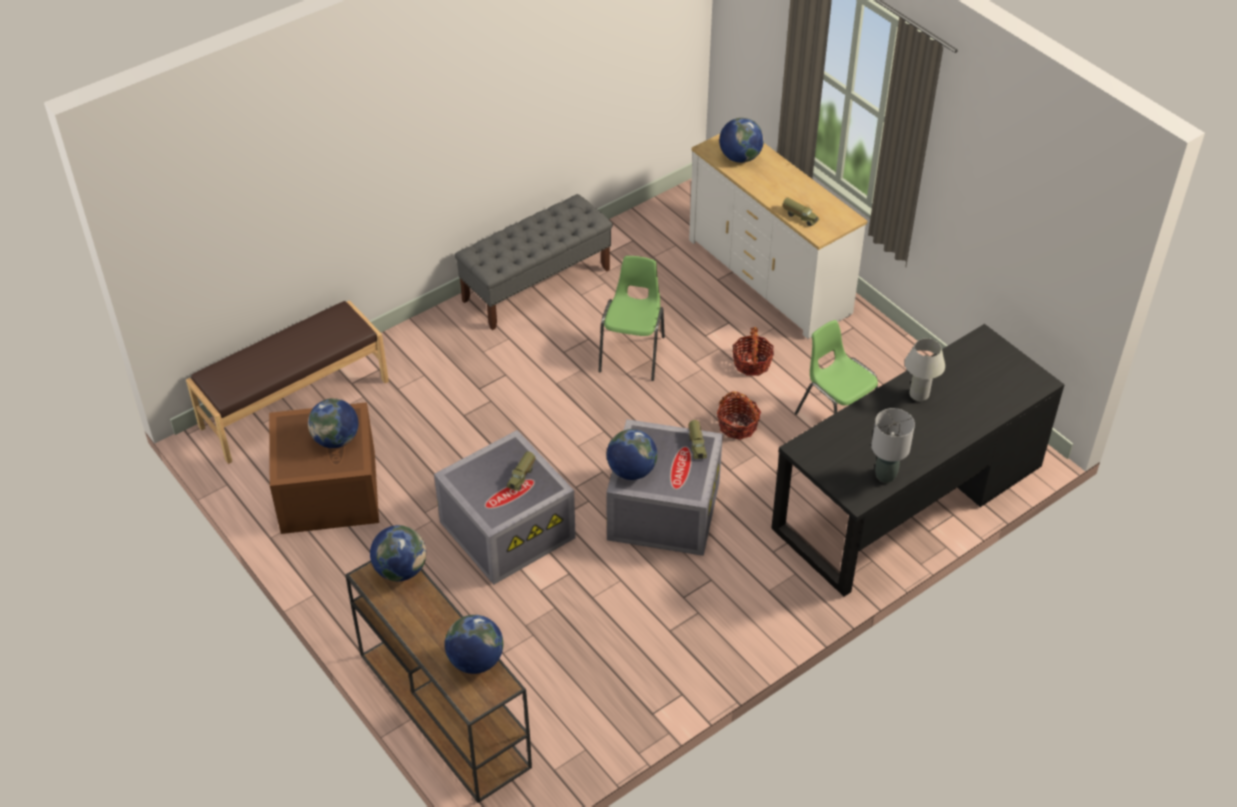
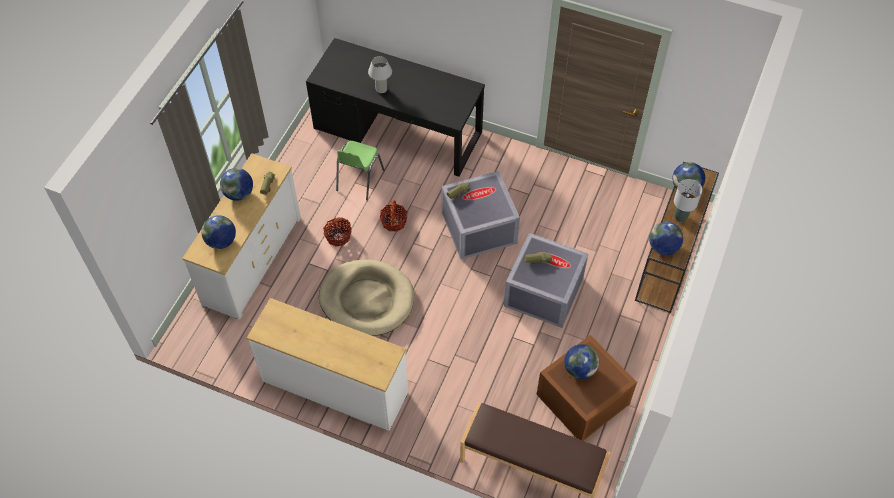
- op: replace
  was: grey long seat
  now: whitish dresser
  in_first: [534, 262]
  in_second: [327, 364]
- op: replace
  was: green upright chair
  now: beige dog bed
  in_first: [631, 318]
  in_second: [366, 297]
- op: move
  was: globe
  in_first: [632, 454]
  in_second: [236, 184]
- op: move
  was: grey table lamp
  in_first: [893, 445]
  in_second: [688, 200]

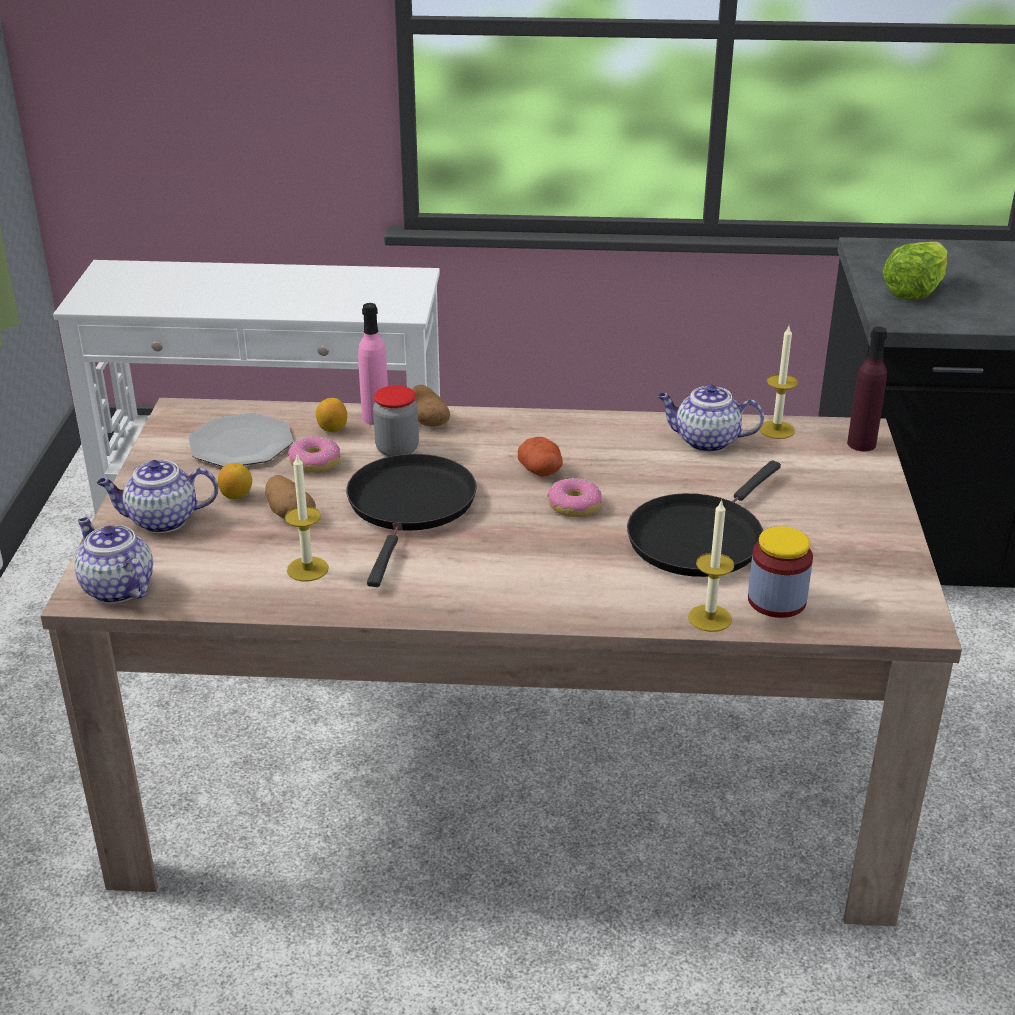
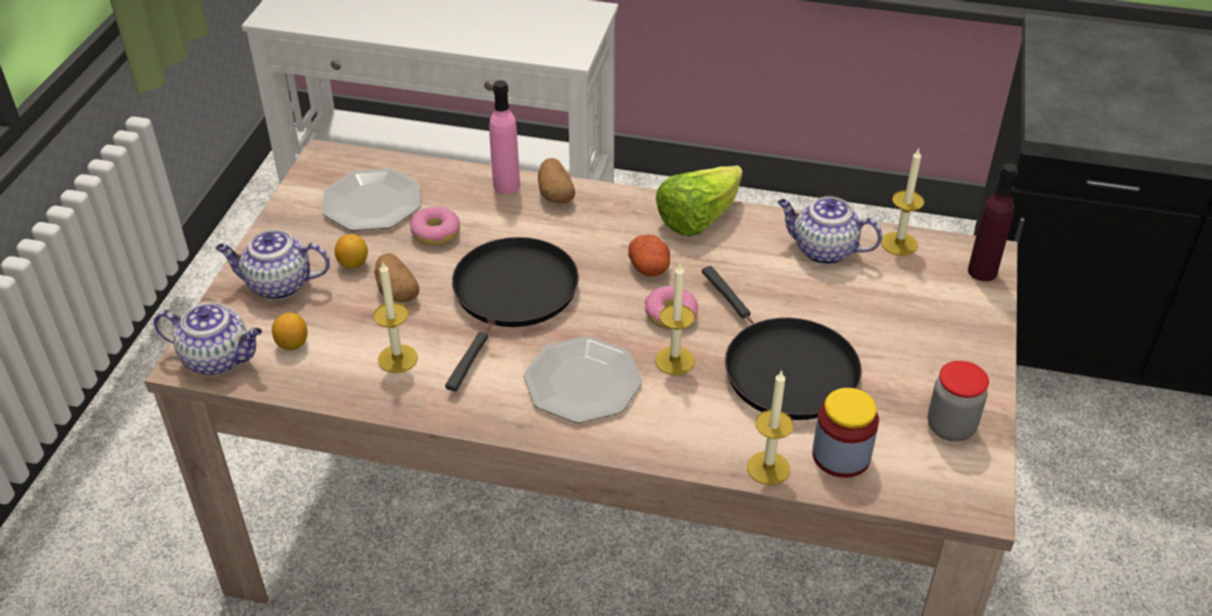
- op: rotate
  was: tea pot
  in_first: [114, 560]
  in_second: [208, 338]
  clockwise: 135
- op: move
  was: lemon
  in_first: [331, 415]
  in_second: [289, 331]
- op: move
  was: storage jar
  in_first: [396, 421]
  in_second: [958, 401]
- op: rotate
  was: blackish pan
  in_first: [704, 519]
  in_second: [782, 343]
  clockwise: -75
- op: move
  was: lettuce head
  in_first: [914, 271]
  in_second: [699, 201]
- op: insert
  now: plate
  in_second: [583, 379]
- op: insert
  now: wax light
  in_second: [675, 319]

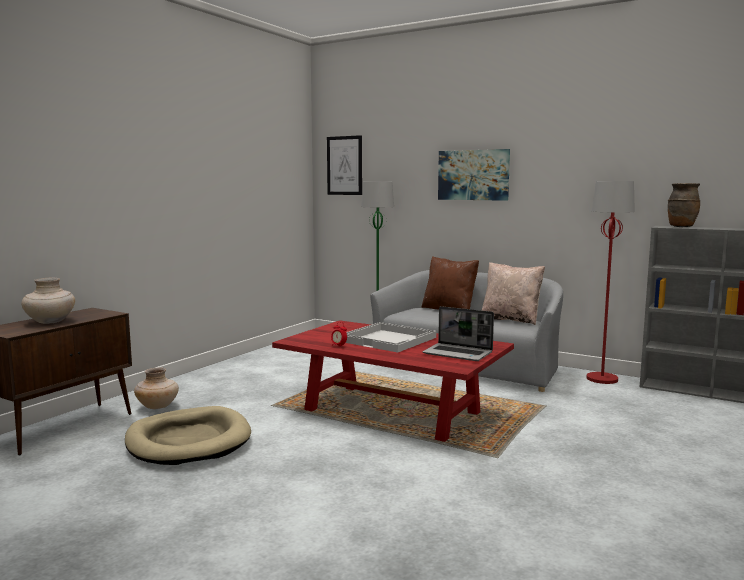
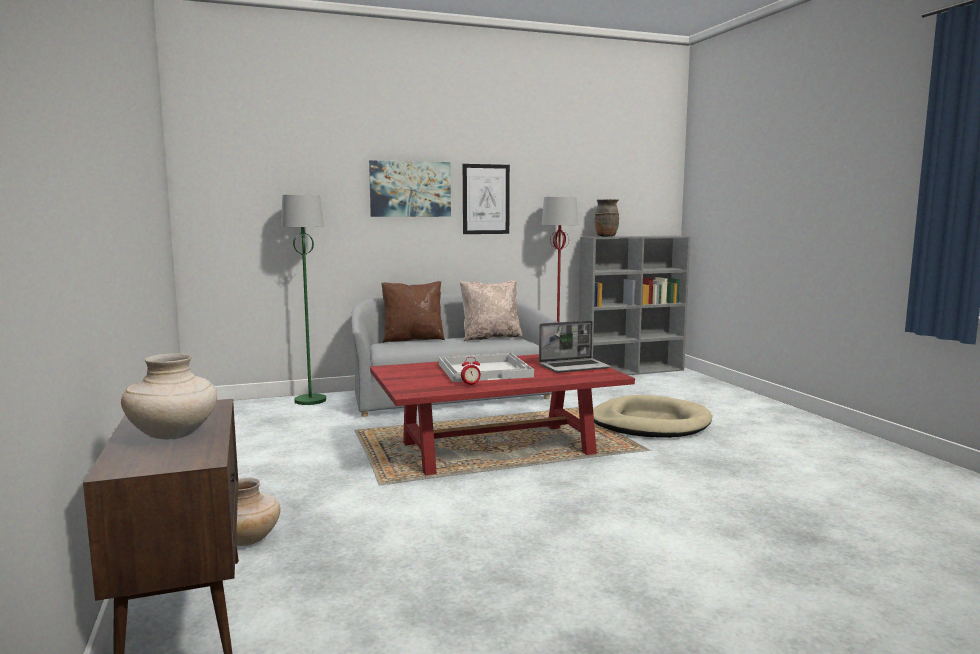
- op: move
  was: beige dog bed
  in_first: [188, 435]
  in_second: [652, 416]
- op: move
  was: wall picture
  in_first: [344, 165]
  in_second: [486, 199]

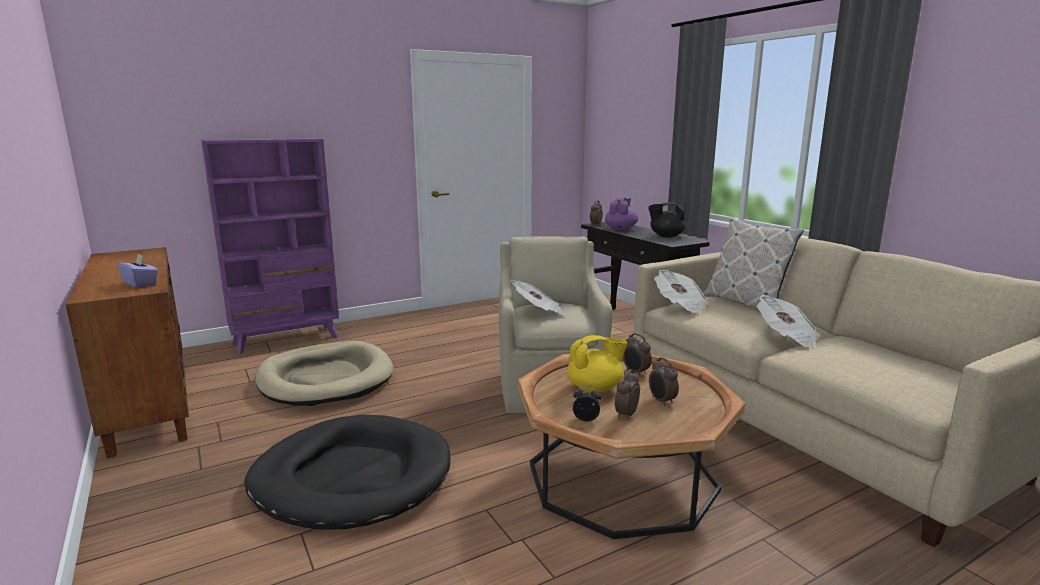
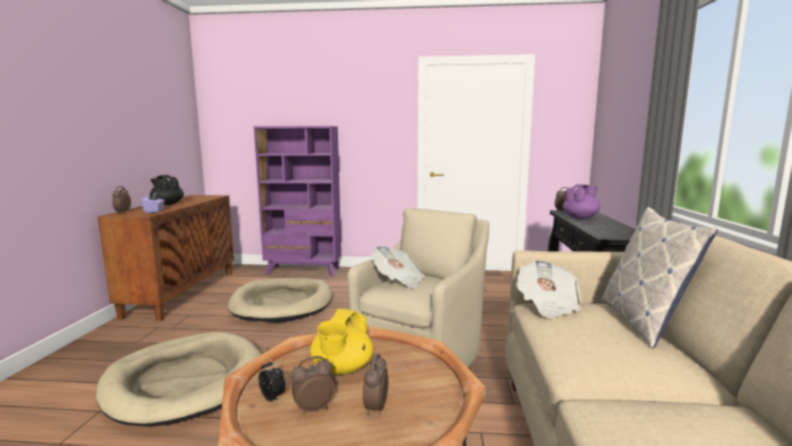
- op: recolor
  was: blackish dog bed
  now: beige dog bed
  in_first: [347, 472]
  in_second: [178, 379]
- op: rotate
  was: yellow tea pot
  in_first: [597, 364]
  in_second: [341, 342]
  clockwise: 90
- op: move
  was: bedside clock
  in_first: [637, 355]
  in_second: [121, 200]
- op: move
  was: blackish tea pot
  in_first: [667, 220]
  in_second: [167, 190]
- op: delete
  was: printed paper
  in_first: [788, 321]

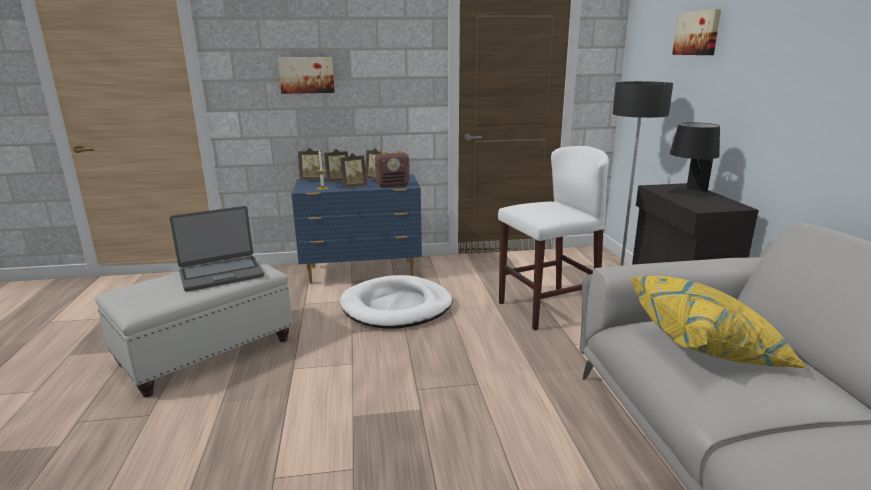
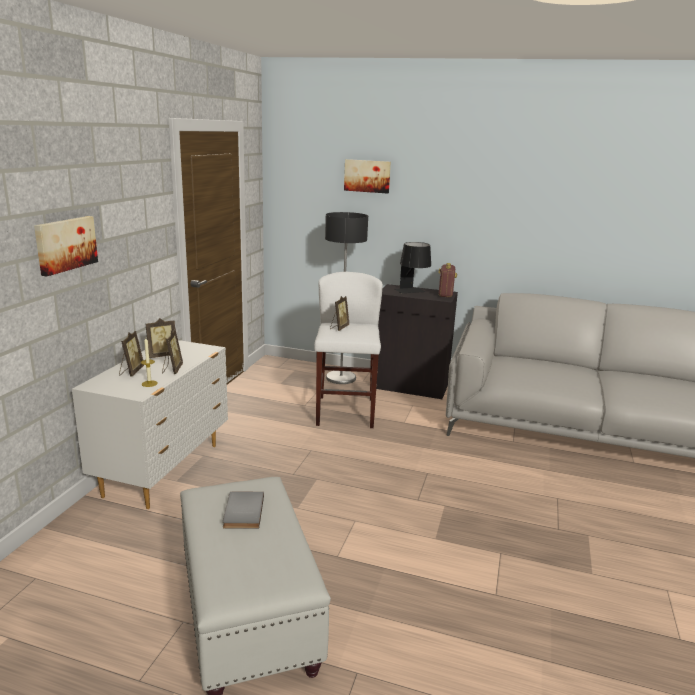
- op: replace
  was: laptop
  now: grey book
  in_first: [217, 249]
  in_second: [243, 510]
- op: recolor
  was: bluish dresser
  now: whitish dresser
  in_first: [356, 229]
  in_second: [150, 424]
- op: move
  was: photo frame
  in_first: [310, 164]
  in_second: [339, 313]
- op: delete
  was: whitish dog bed
  in_first: [396, 302]
- op: move
  was: radio
  in_first: [392, 169]
  in_second: [447, 280]
- op: delete
  was: yellow pillow
  in_first: [719, 322]

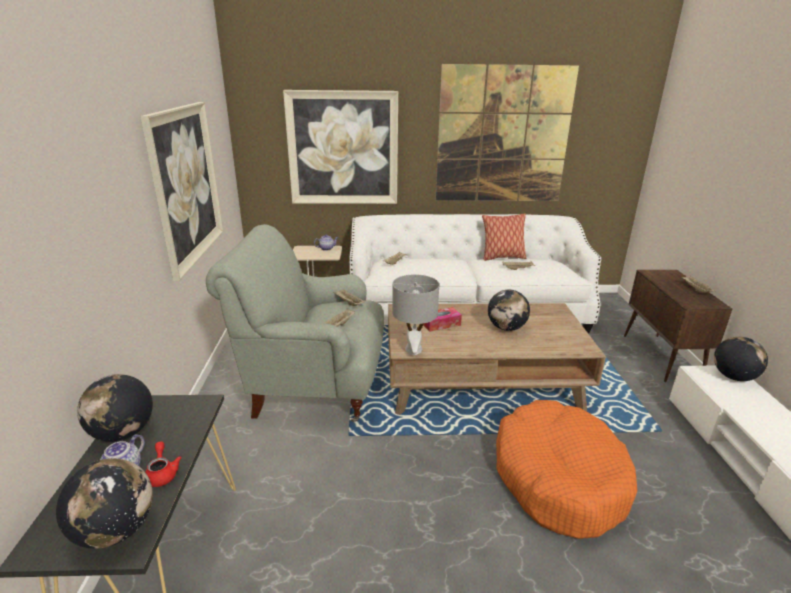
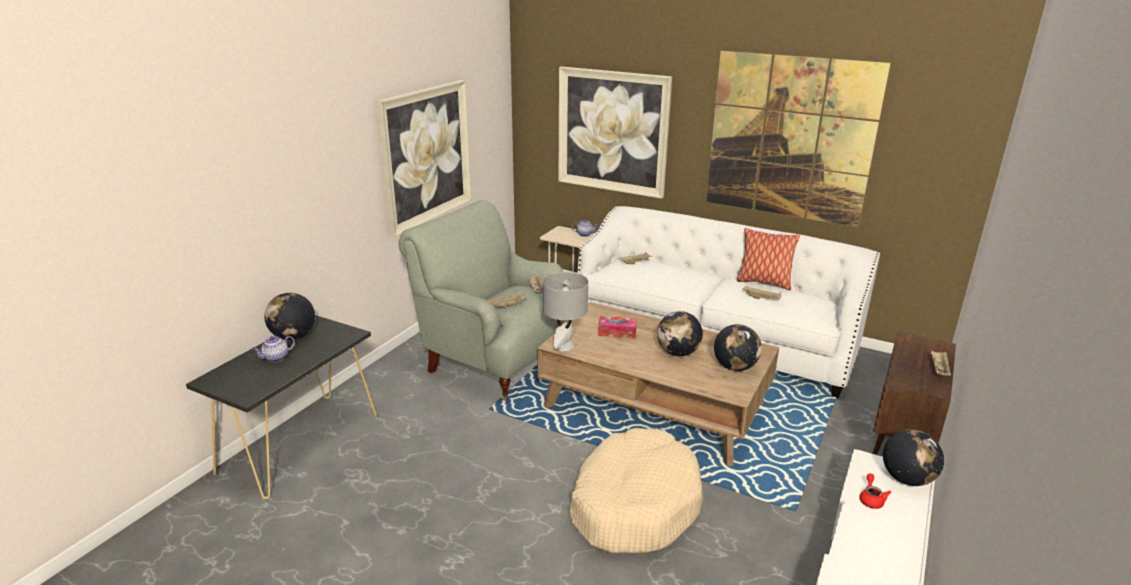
- op: move
  was: globe
  in_first: [104, 503]
  in_second: [738, 347]
- op: move
  was: red tea pot
  in_first: [163, 464]
  in_second: [875, 491]
- op: recolor
  was: orangey dog bed
  now: beige dog bed
  in_first: [566, 469]
  in_second: [636, 490]

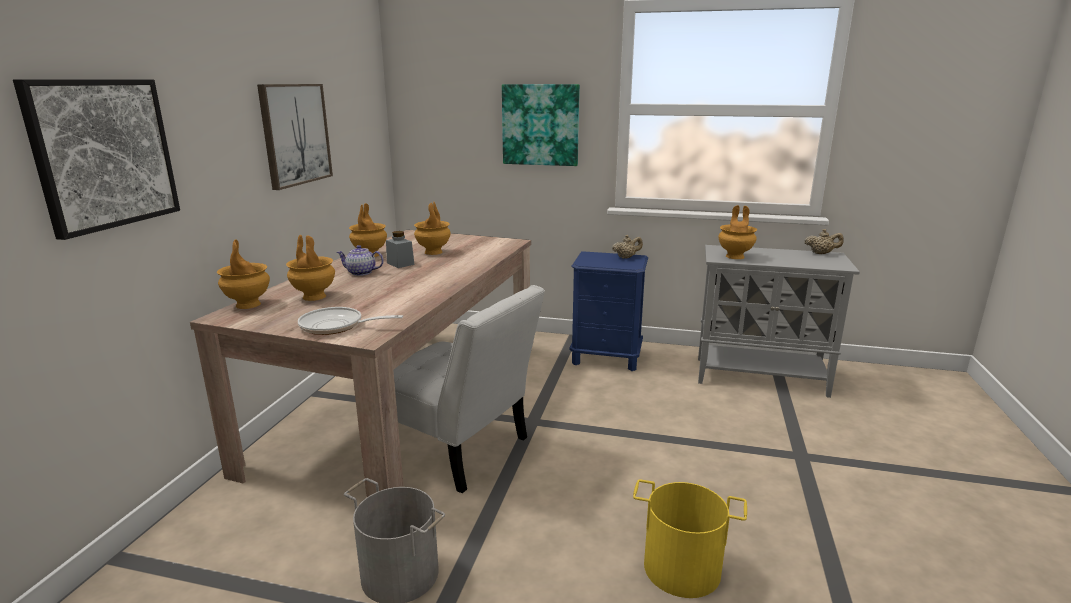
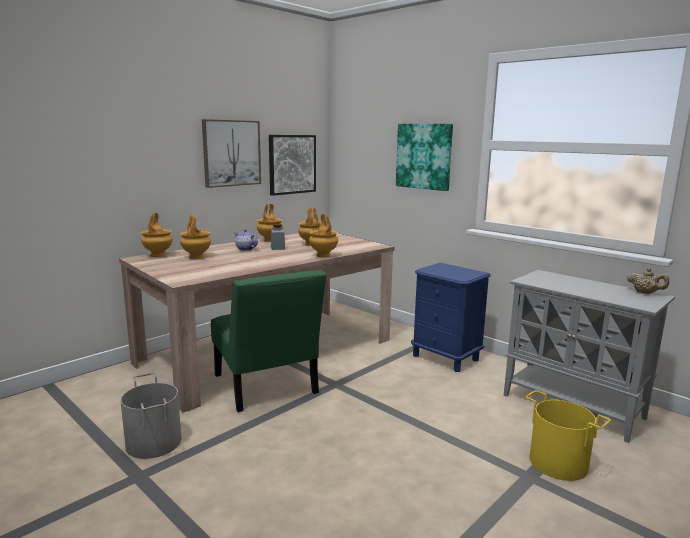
- op: move
  was: wall picture
  in_first: [96, 159]
  in_second: [292, 165]
- op: delete
  was: pan
  in_first: [350, 321]
- op: recolor
  was: whitish upright chair
  now: green upright chair
  in_first: [469, 389]
  in_second: [268, 341]
- op: delete
  was: beige tea pot
  in_first: [627, 247]
- op: move
  was: yellow bucket
  in_first: [690, 538]
  in_second: [568, 435]
- op: move
  was: brownish flower vase
  in_first: [737, 232]
  in_second: [323, 235]

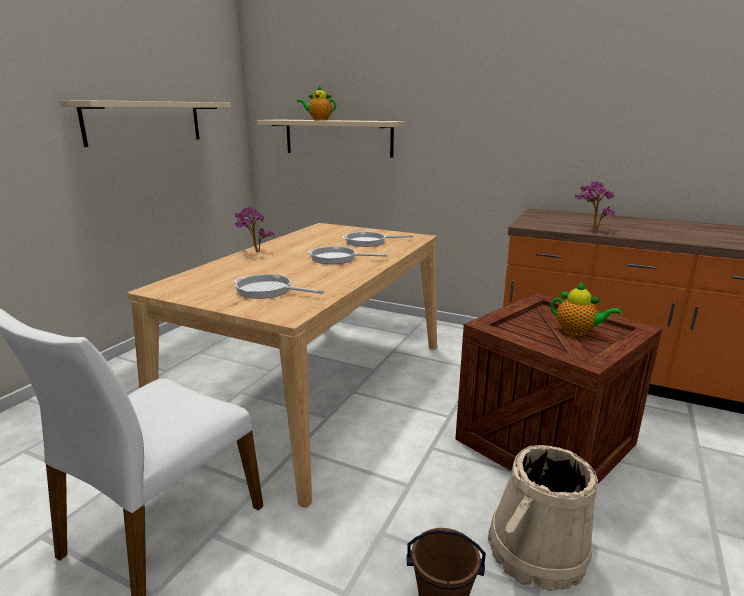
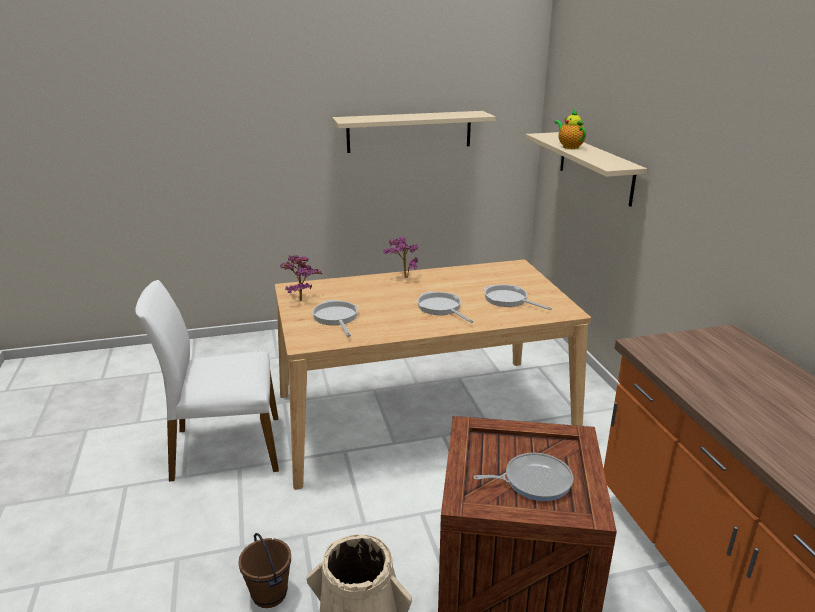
- op: replace
  was: tea pot
  now: pan
  in_first: [586, 309]
  in_second: [523, 477]
- op: move
  was: potted plant
  in_first: [595, 205]
  in_second: [301, 278]

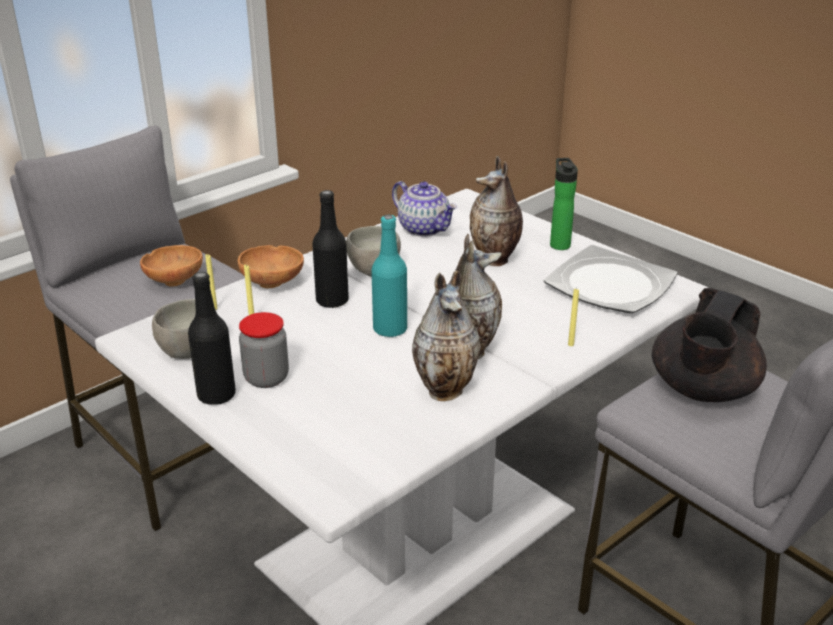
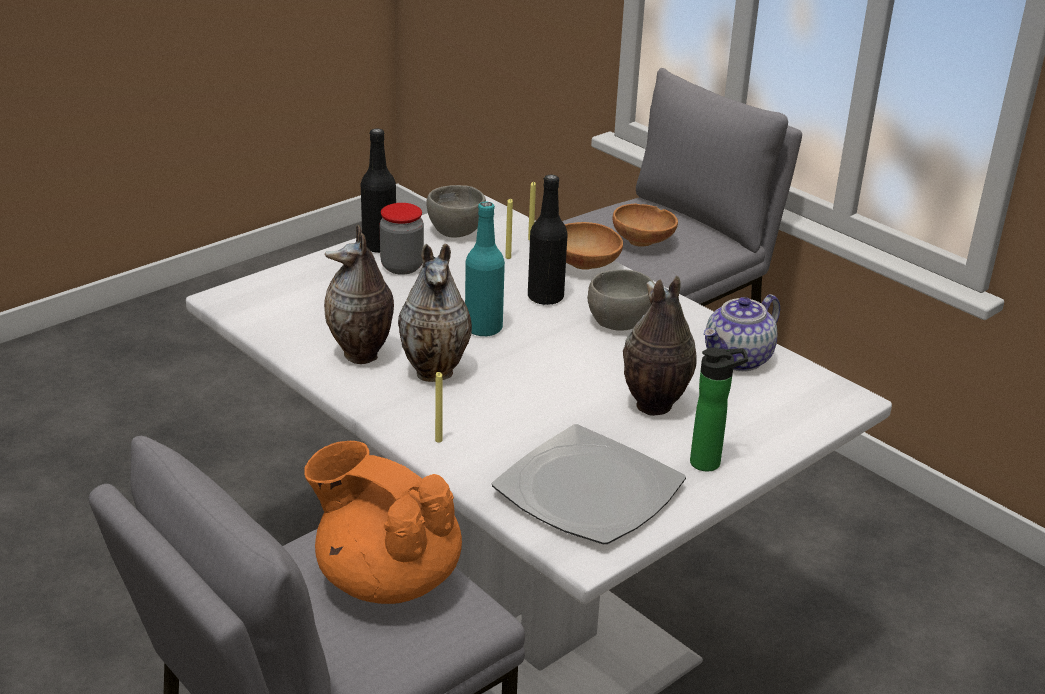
- op: recolor
  was: blackish tea pot
  now: orangey tea pot
  in_first: [709, 345]
  in_second: [383, 522]

